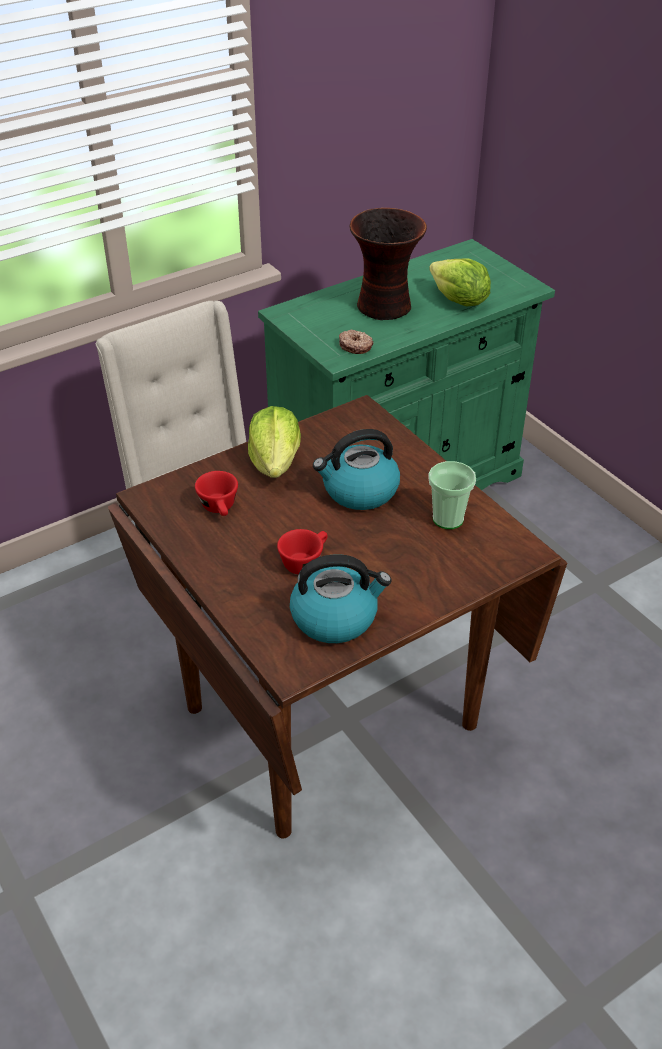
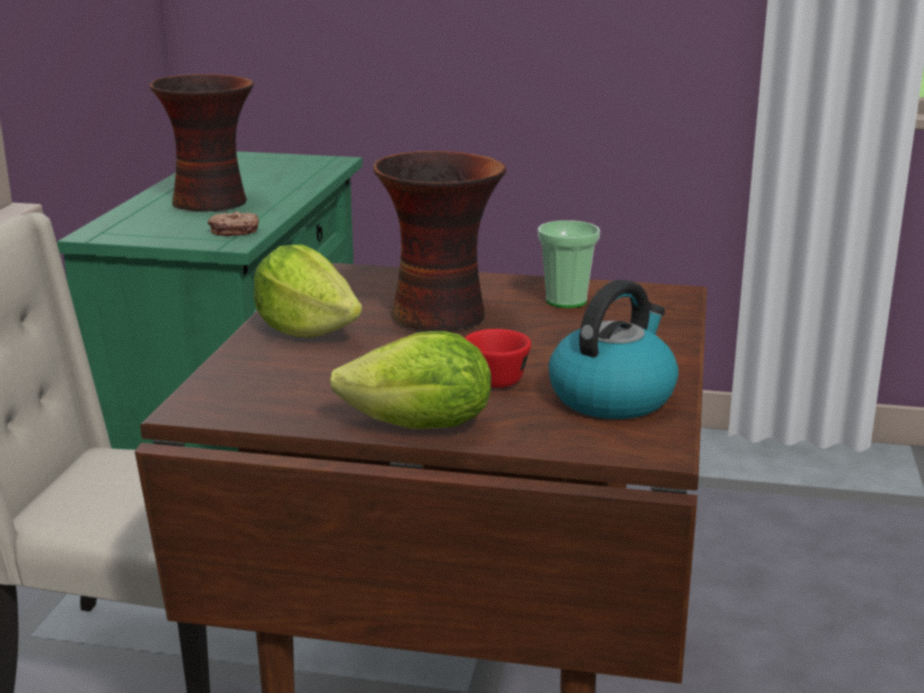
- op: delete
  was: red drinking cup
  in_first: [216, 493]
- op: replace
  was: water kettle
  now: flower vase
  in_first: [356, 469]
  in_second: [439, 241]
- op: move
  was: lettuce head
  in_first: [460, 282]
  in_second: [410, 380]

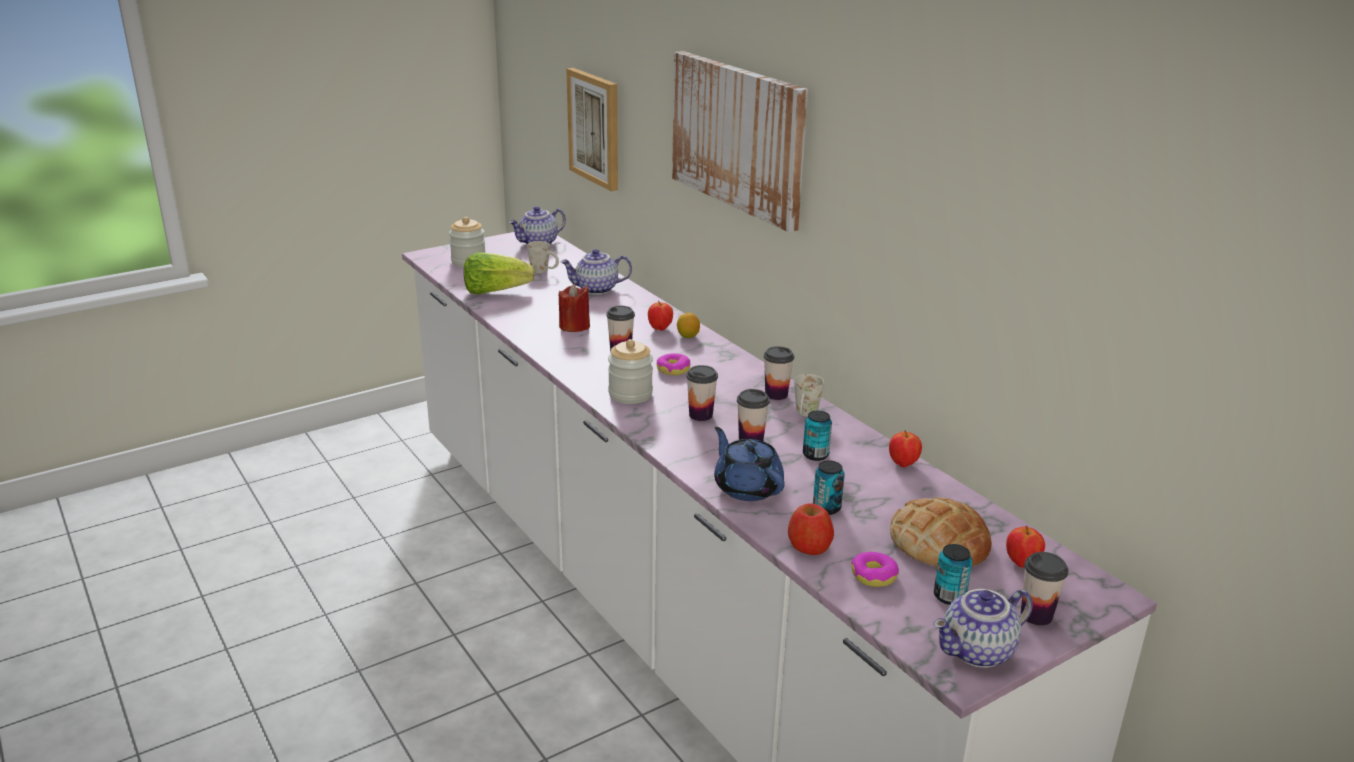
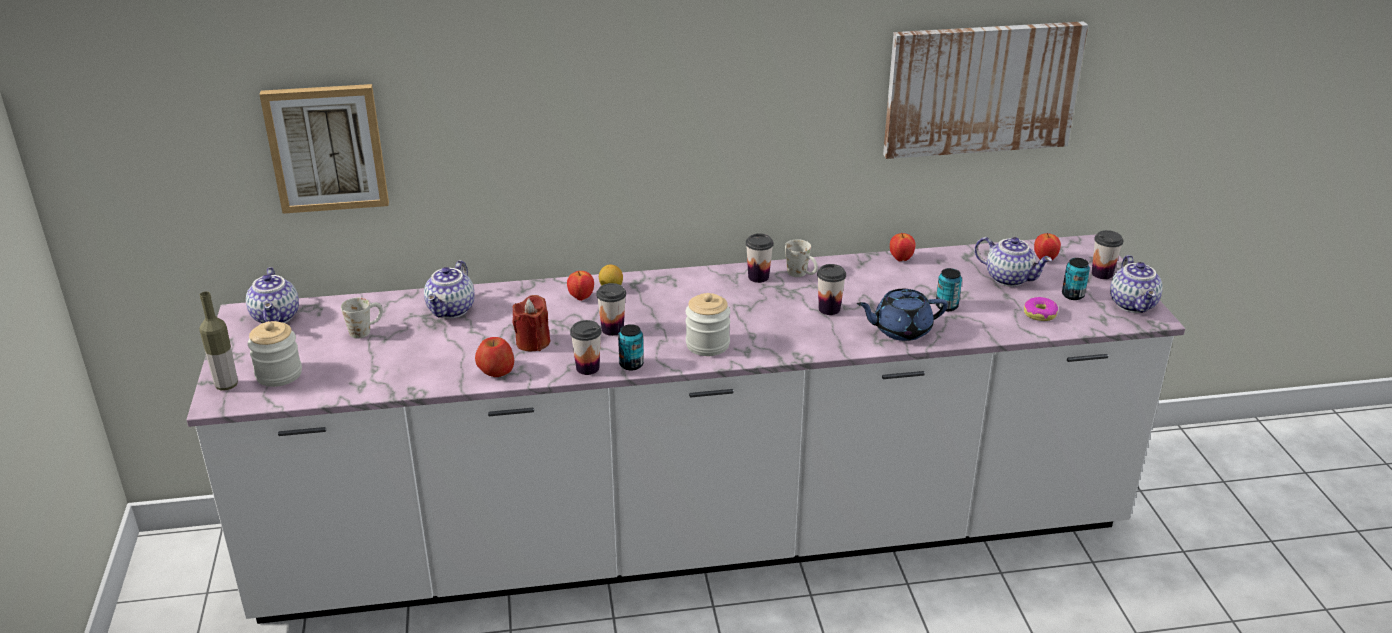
- op: delete
  was: lettuce head
  in_first: [499, 273]
- op: delete
  was: donut
  in_first: [673, 364]
- op: move
  was: wall picture
  in_first: [740, 141]
  in_second: [985, 90]
- op: move
  was: drinking cup
  in_first: [702, 393]
  in_second: [586, 347]
- op: move
  was: apple
  in_first: [811, 529]
  in_second: [494, 357]
- op: move
  was: can
  in_first: [817, 436]
  in_second: [631, 347]
- op: replace
  was: baked bread
  now: tea pot
  in_first: [941, 532]
  in_second: [1013, 262]
- op: insert
  now: bottle
  in_second: [218, 341]

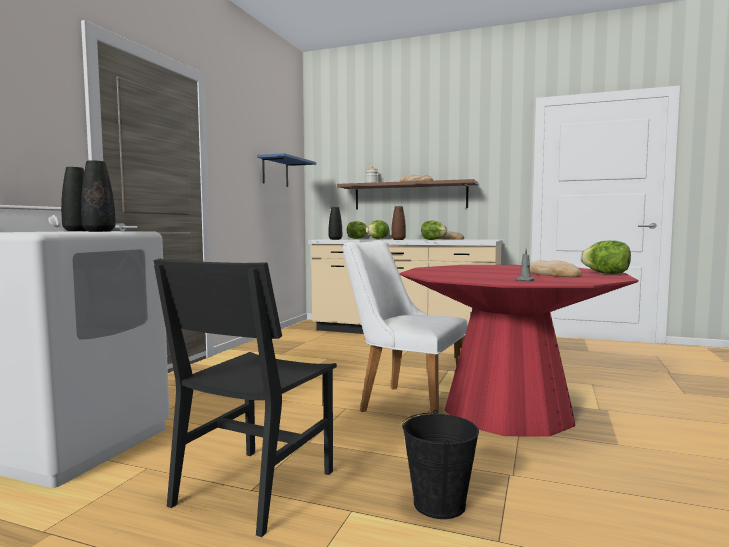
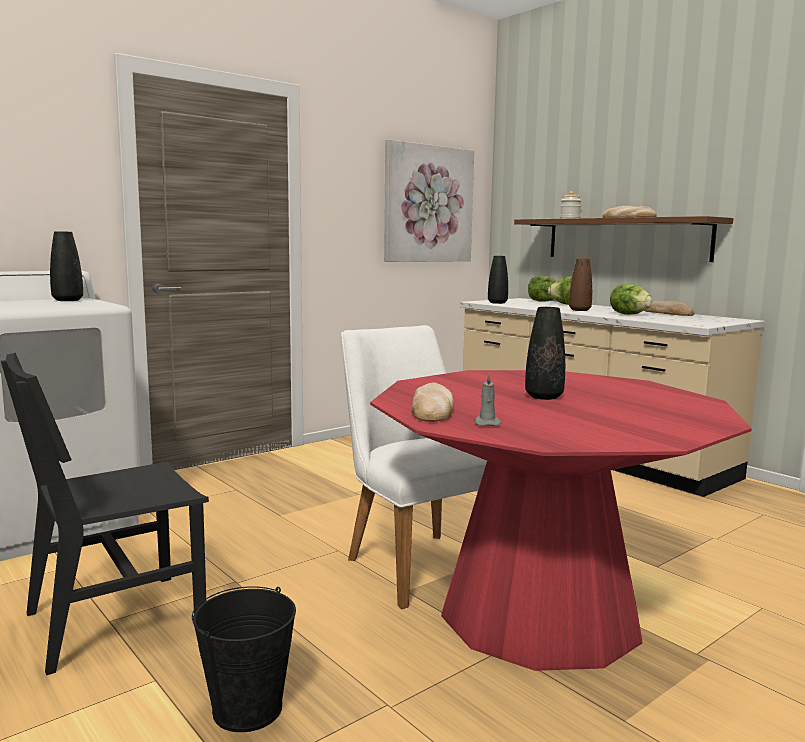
- op: move
  was: blackish flower vase
  in_first: [98, 196]
  in_second: [545, 353]
- op: replace
  was: bluish shelf
  now: wall picture
  in_first: [286, 170]
  in_second: [429, 200]
- op: move
  was: baked bread
  in_first: [555, 268]
  in_second: [433, 402]
- op: delete
  was: lettuce head
  in_first: [606, 257]

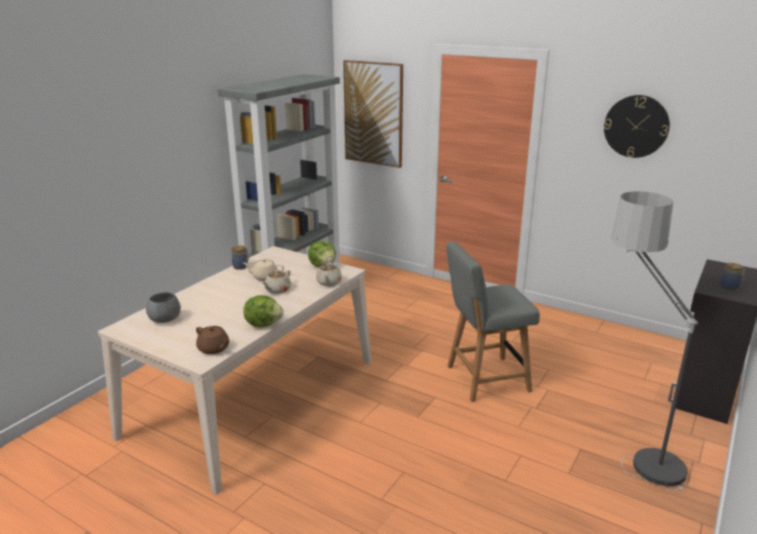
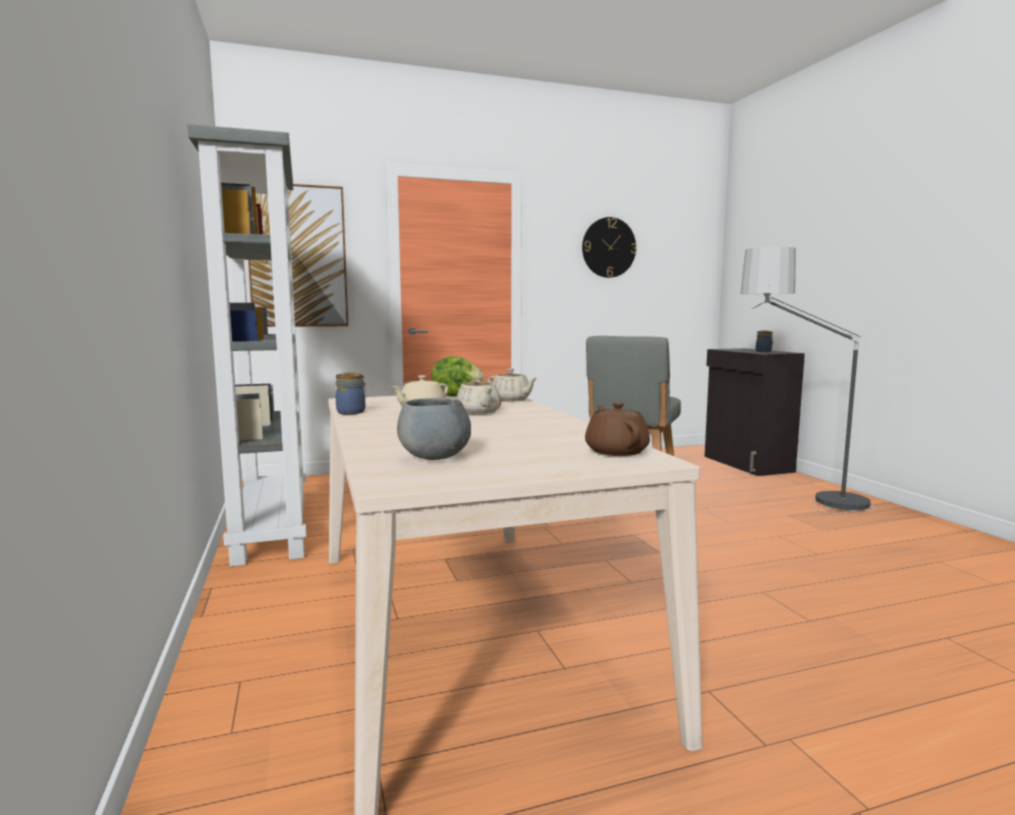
- op: rotate
  was: brownish tea pot
  in_first: [213, 340]
  in_second: [617, 429]
  clockwise: -90
- op: delete
  was: lettuce head
  in_first: [263, 311]

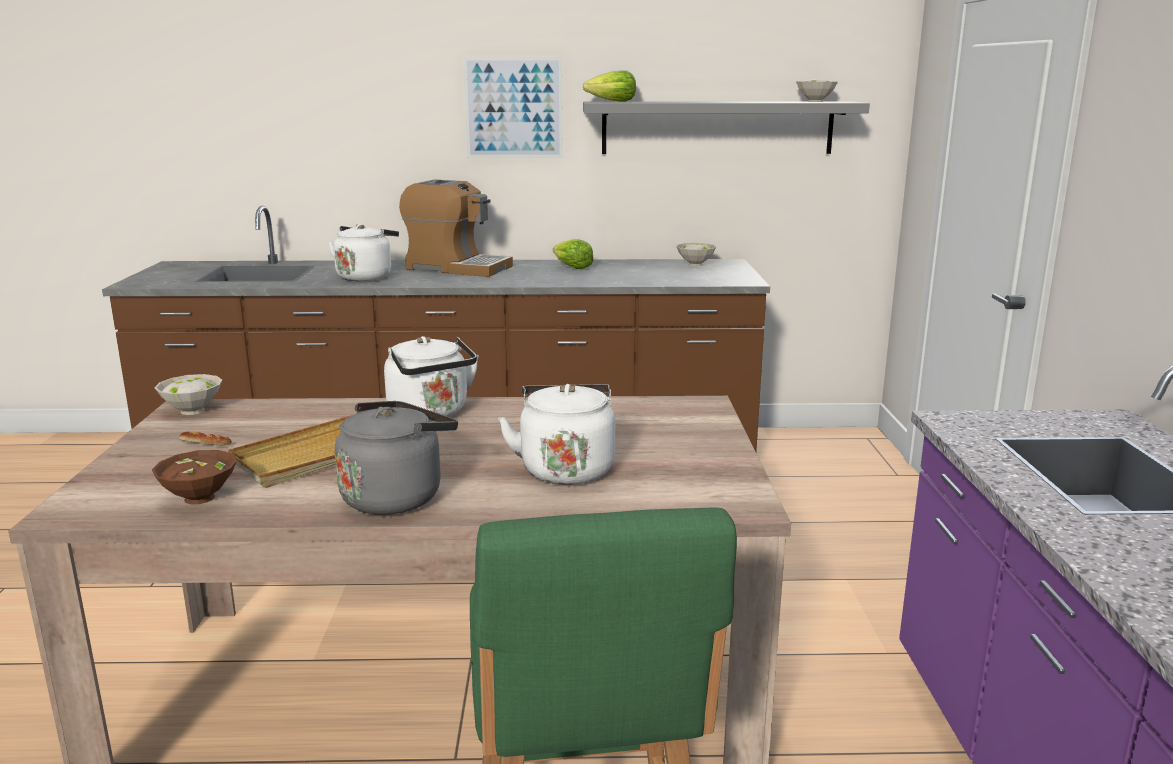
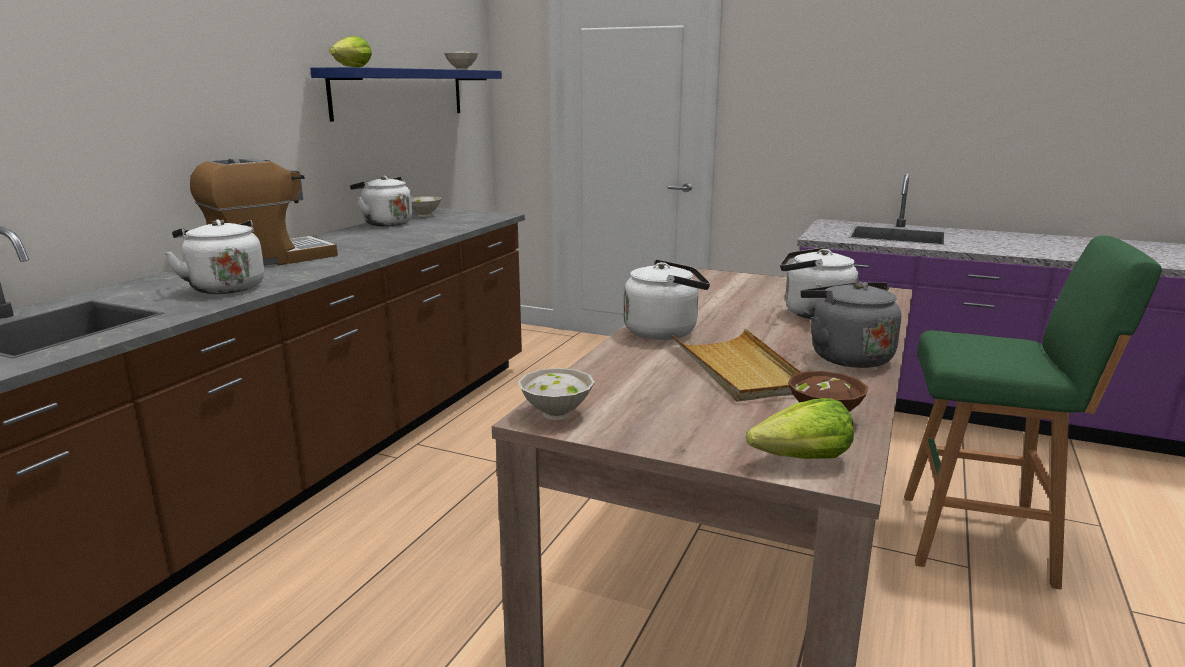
- op: delete
  was: baked bread
  in_first: [205, 438]
- op: delete
  was: wall picture
  in_first: [513, 107]
- op: move
  was: lettuce head
  in_first: [573, 254]
  in_second: [800, 428]
- op: recolor
  was: grey shelf
  now: bluish shelf
  in_first: [726, 127]
  in_second: [406, 94]
- op: insert
  now: whitish water kettle
  in_second: [381, 201]

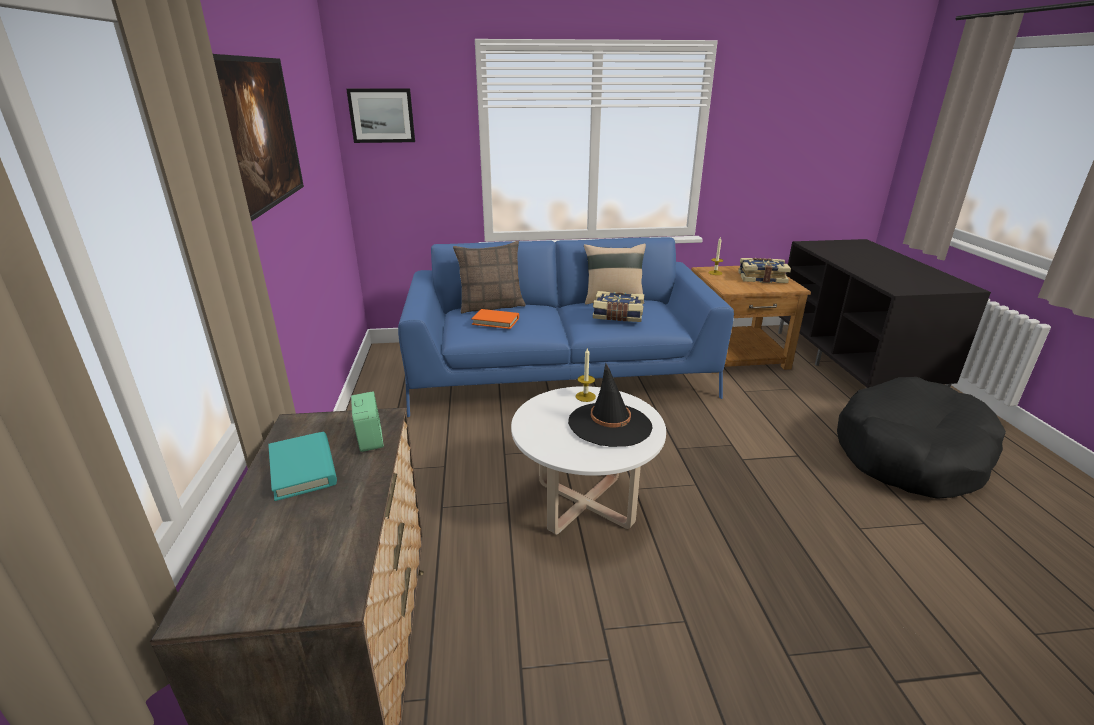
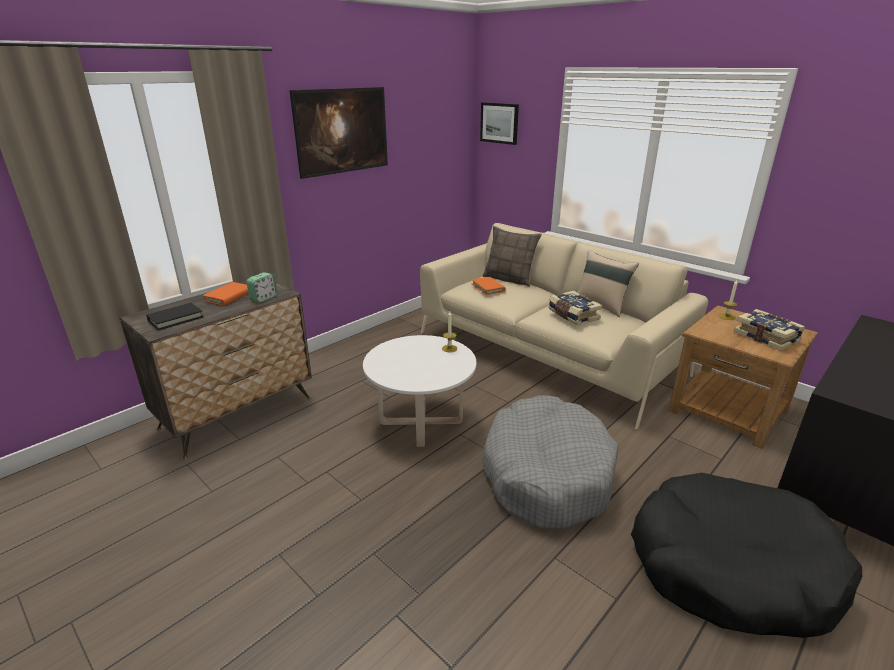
- op: recolor
  was: turquoise-coloured book
  now: orangey book
  in_first: [302, 466]
  in_second: [225, 294]
- op: recolor
  was: bluish settee
  now: beige settee
  in_first: [566, 327]
  in_second: [564, 326]
- op: delete
  was: blackish hat
  in_first: [610, 405]
- op: insert
  now: blackish book
  in_second: [174, 316]
- op: insert
  now: grey dog bed
  in_second: [550, 462]

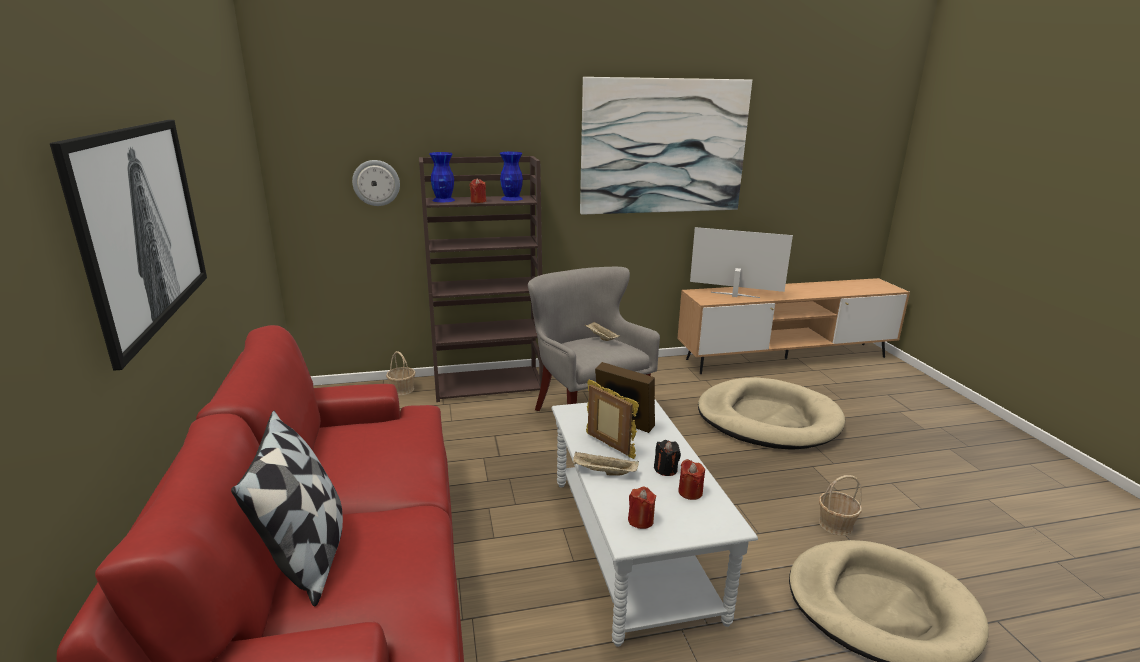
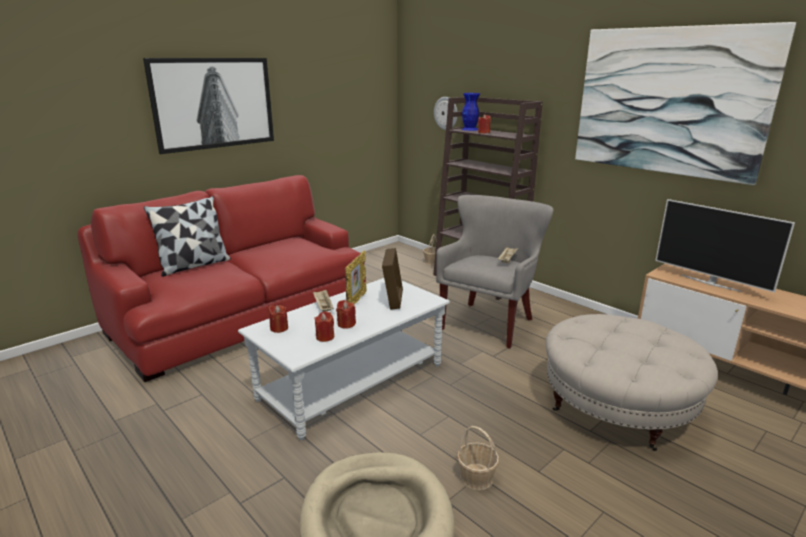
- op: delete
  was: bluish flower vase
  in_first: [511, 176]
- op: recolor
  was: blackish wax light
  now: red wax light
  in_first: [667, 458]
  in_second: [346, 314]
- op: rotate
  was: TV
  in_first: [741, 262]
  in_second: [725, 246]
  clockwise: 150
- op: replace
  was: beige dog bed
  now: beige pouffe
  in_first: [771, 413]
  in_second: [632, 382]

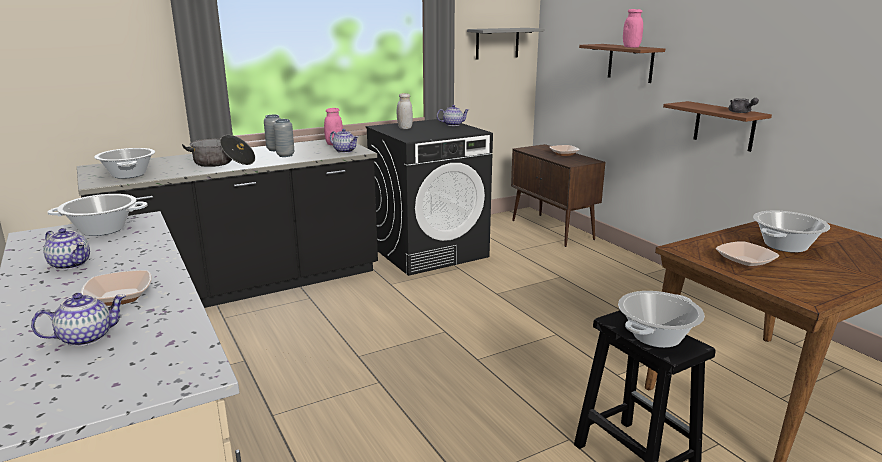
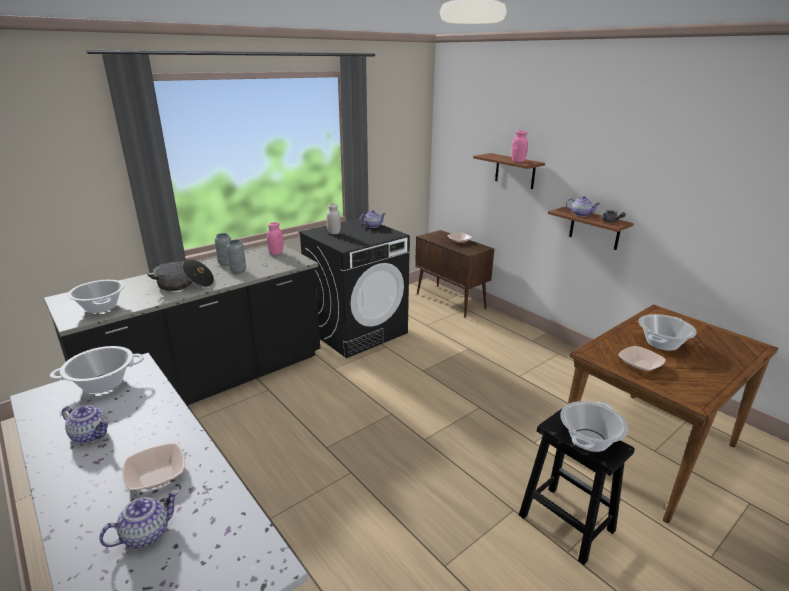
- op: move
  was: tea pot
  in_first: [344, 141]
  in_second: [583, 206]
- op: delete
  was: grey shelf
  in_first: [505, 44]

